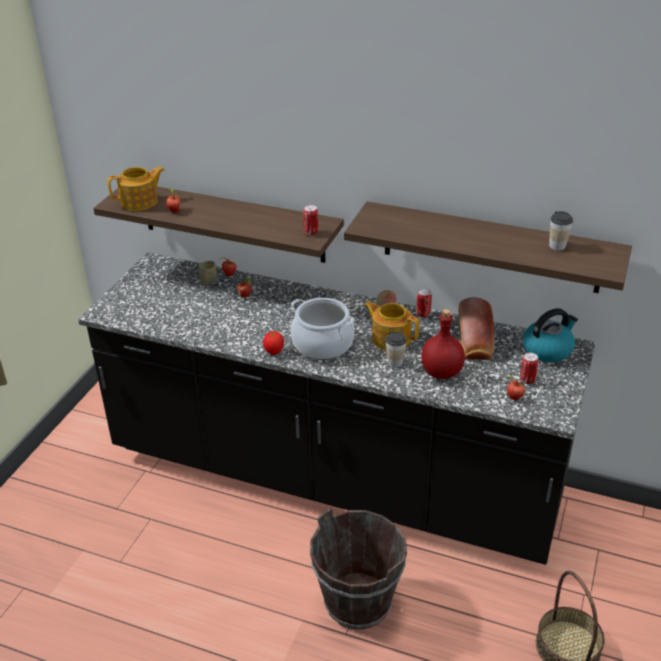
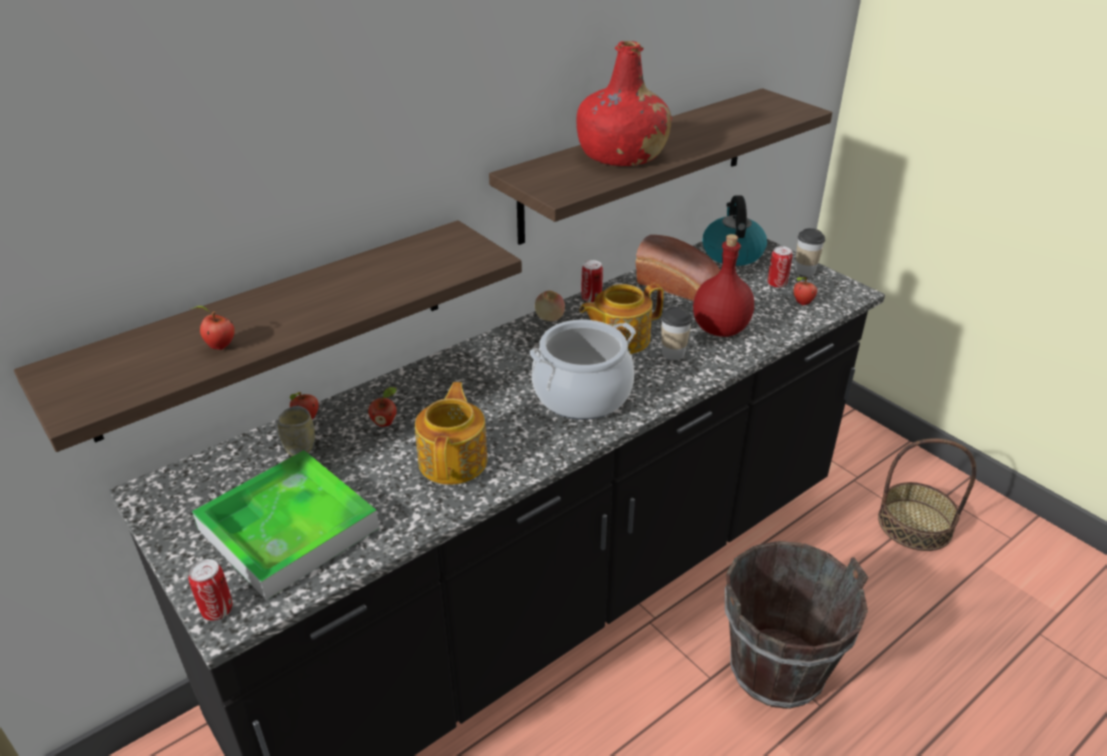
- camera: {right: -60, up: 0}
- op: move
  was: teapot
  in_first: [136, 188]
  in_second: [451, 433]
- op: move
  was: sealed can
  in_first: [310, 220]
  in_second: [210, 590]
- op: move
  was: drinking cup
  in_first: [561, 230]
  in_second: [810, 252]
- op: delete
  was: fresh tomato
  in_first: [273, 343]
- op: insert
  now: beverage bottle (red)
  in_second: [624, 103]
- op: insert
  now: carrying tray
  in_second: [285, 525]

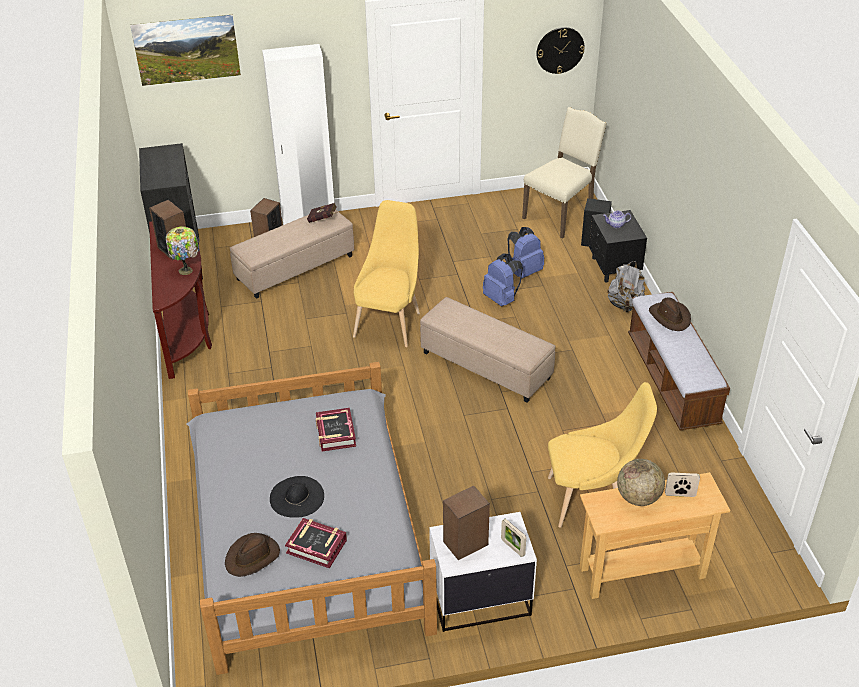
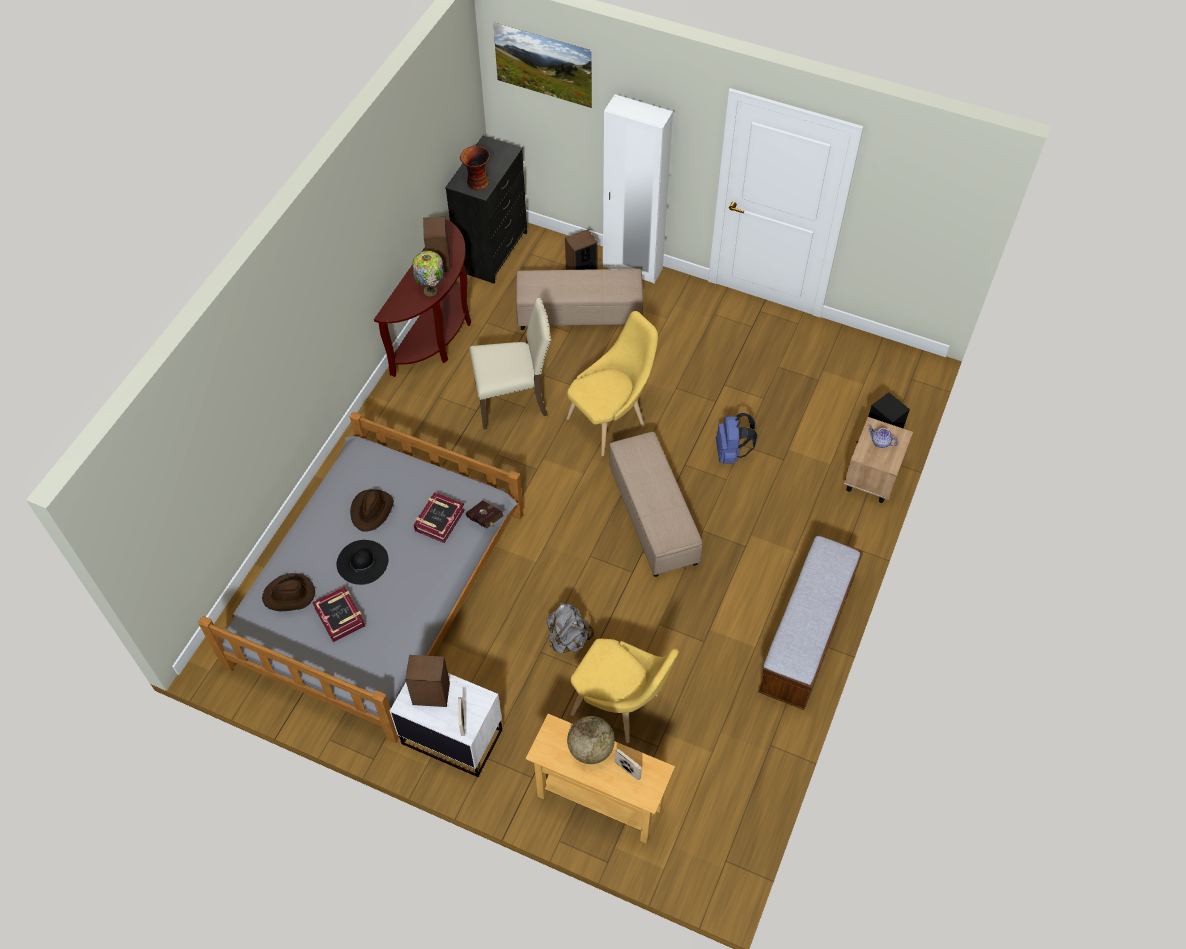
- camera: {right: 35, up: 15}
- op: delete
  was: wall clock
  in_first: [560, 50]
- op: move
  was: plain chair (beige-coloured)
  in_first: [564, 173]
  in_second: [510, 364]
- op: move
  was: bound book (red)
  in_first: [322, 213]
  in_second: [485, 514]
- op: recolor
  was: nightstand (blackish)
  now: nightstand (beige-coloured)
  in_first: [618, 246]
  in_second: [878, 460]
- op: delete
  was: knapsack (bluish)
  in_first: [525, 252]
- op: move
  was: knapsack (grey)
  in_first: [626, 286]
  in_second: [570, 628]
- op: move
  was: hat (brown-coloured)
  in_first: [670, 314]
  in_second: [372, 510]
- op: insert
  now: decorative vase
  in_second: [475, 168]

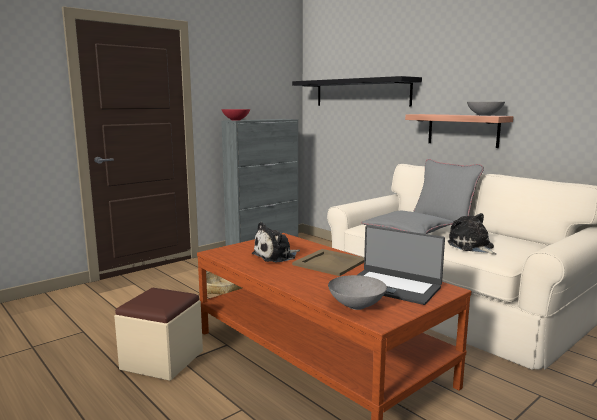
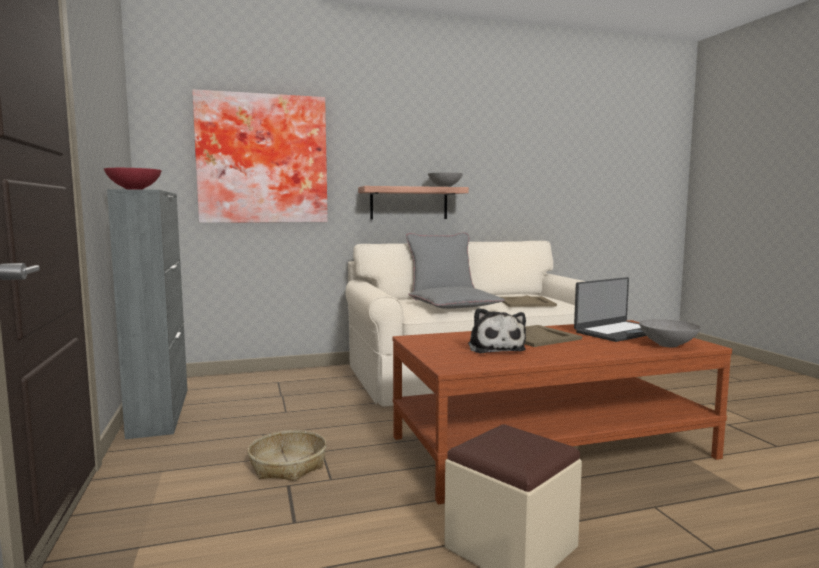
- camera: {right: -65, up: -5}
- op: replace
  was: shelf (blackish)
  now: picture
  in_first: [357, 91]
  in_second: [260, 156]
- op: replace
  was: soft toy
  now: carrying tray (beige-coloured)
  in_first: [472, 234]
  in_second: [529, 301]

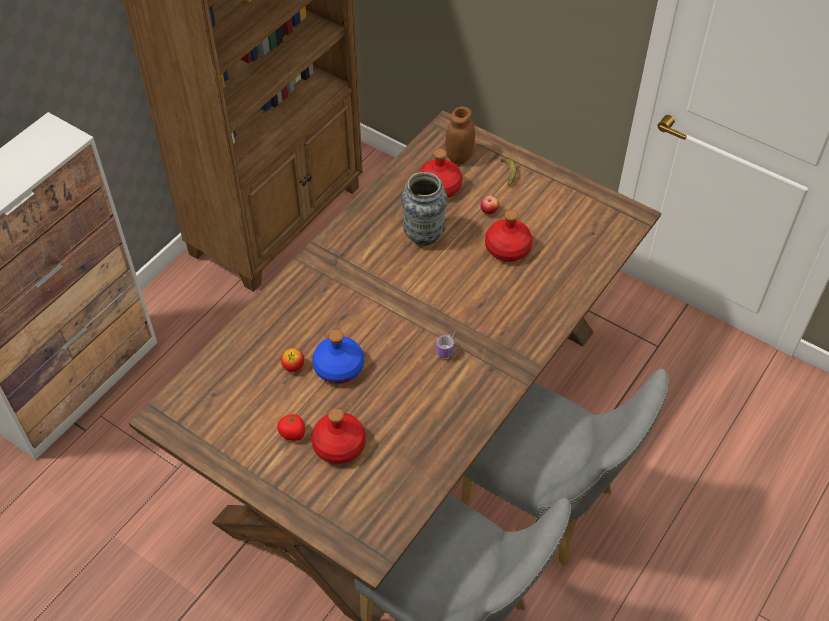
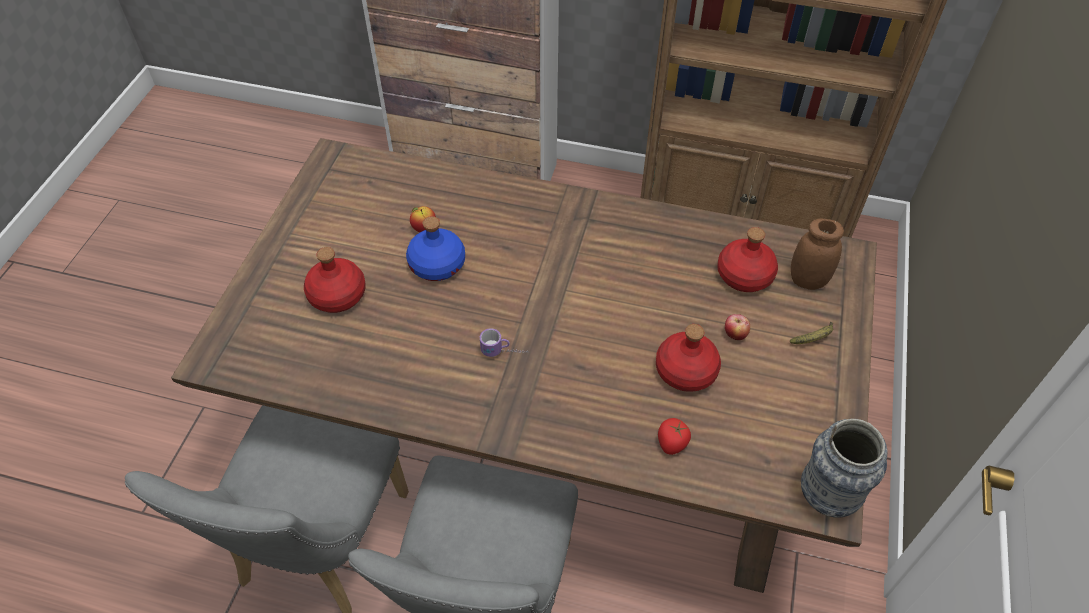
- camera: {right: 70, up: 0}
- op: move
  was: decorative vase
  in_first: [424, 209]
  in_second: [844, 468]
- op: move
  was: fresh tomato
  in_first: [291, 427]
  in_second: [674, 436]

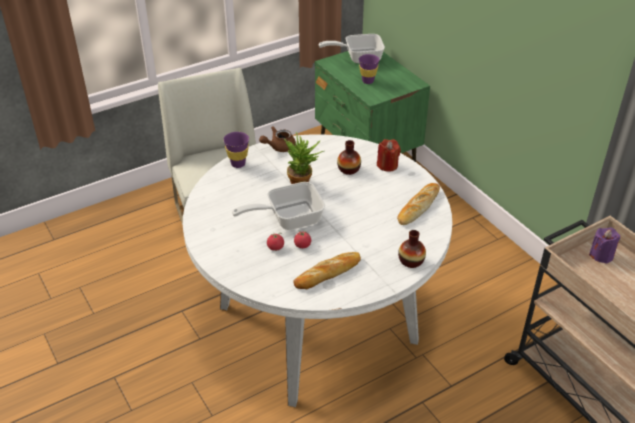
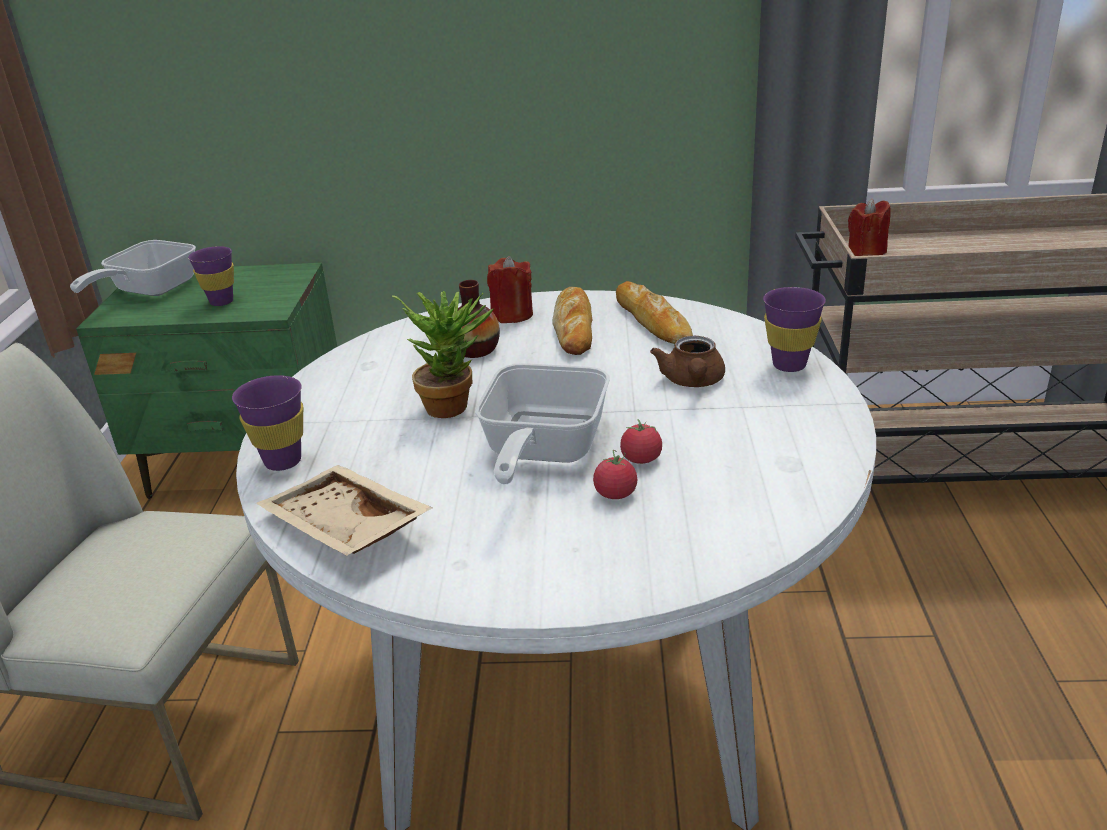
- camera: {right: -55, up: -10}
- op: move
  was: teapot (brown-coloured)
  in_first: [277, 139]
  in_second: [687, 361]
- op: recolor
  was: wax candle (purple-coloured)
  now: wax candle (red)
  in_first: [604, 246]
  in_second: [869, 227]
- op: replace
  was: decorative vase
  now: drinking cup (purple-coloured)
  in_first: [412, 249]
  in_second: [794, 329]
- op: move
  was: bread
  in_first: [327, 270]
  in_second: [572, 321]
- op: insert
  now: carrying tray (beige-coloured)
  in_second: [344, 510]

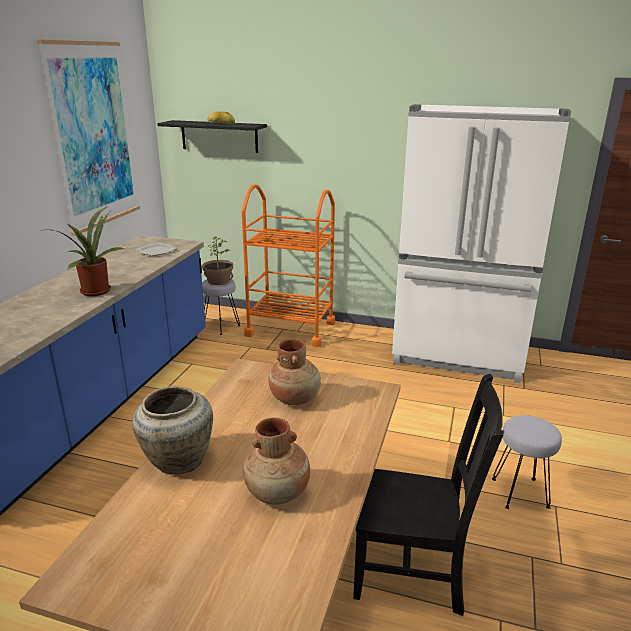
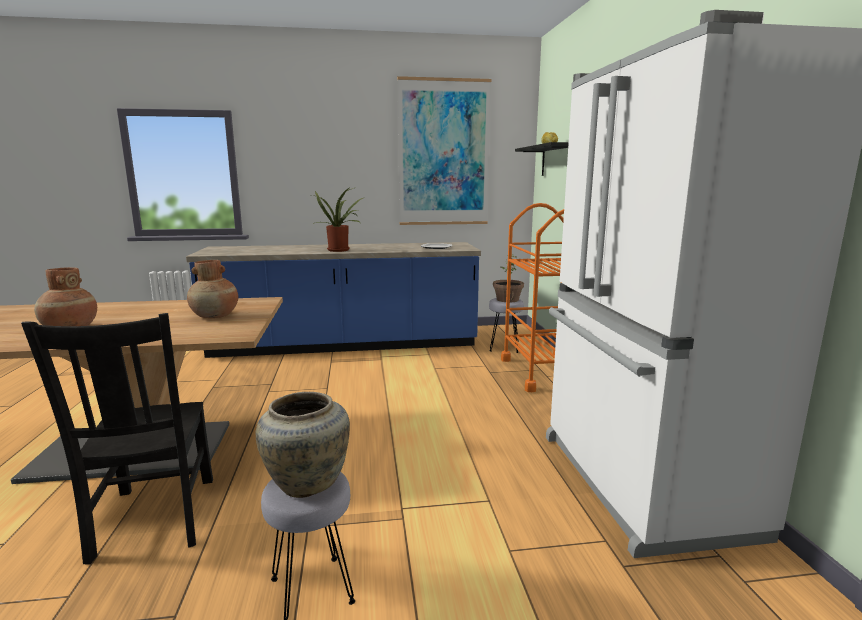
- camera: {right: 65, up: -10}
- op: move
  was: decorative vase (beige-coloured)
  in_first: [172, 430]
  in_second: [303, 445]

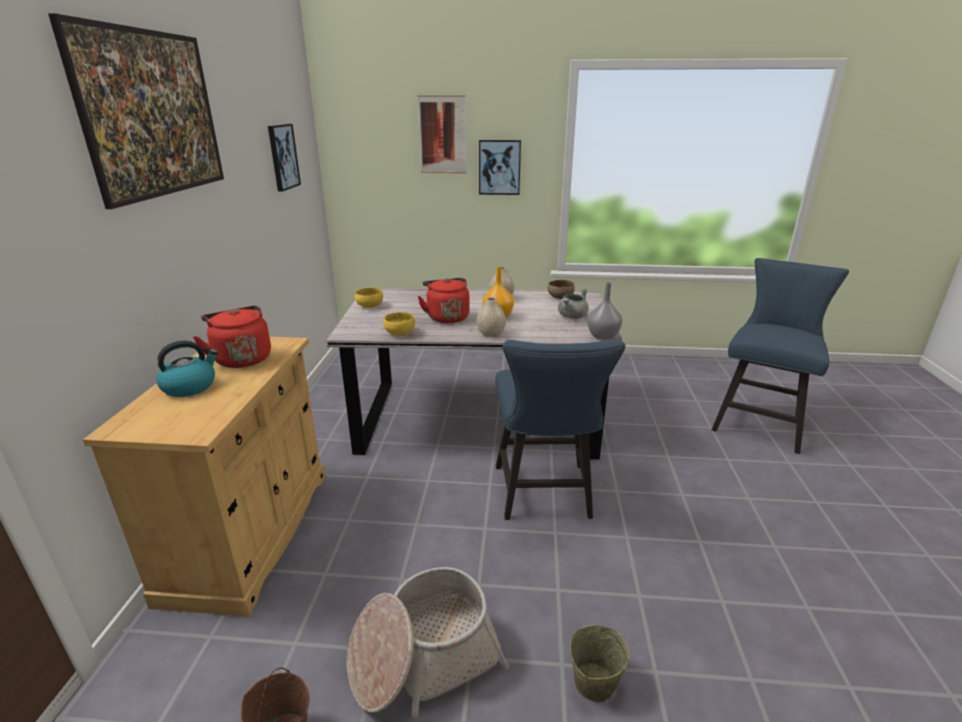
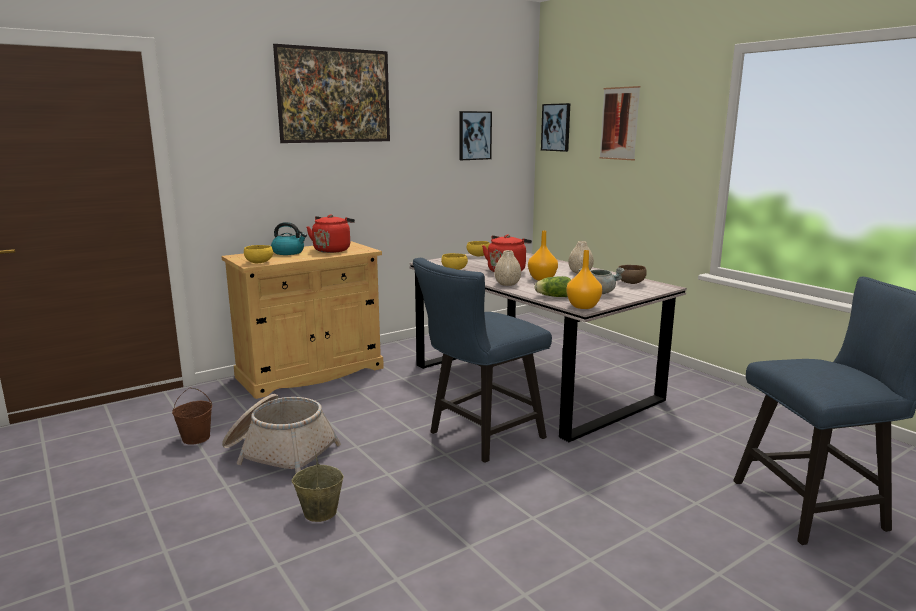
- camera: {right: 50, up: -10}
- op: move
  was: picture
  in_first: [500, 167]
  in_second: [555, 127]
- op: recolor
  was: decorative vase (grey)
  now: decorative vase (orange)
  in_first: [604, 311]
  in_second: [584, 279]
- op: insert
  now: serving bowl (yellow-coloured)
  in_second: [258, 254]
- op: insert
  now: head of lettuce
  in_second: [552, 286]

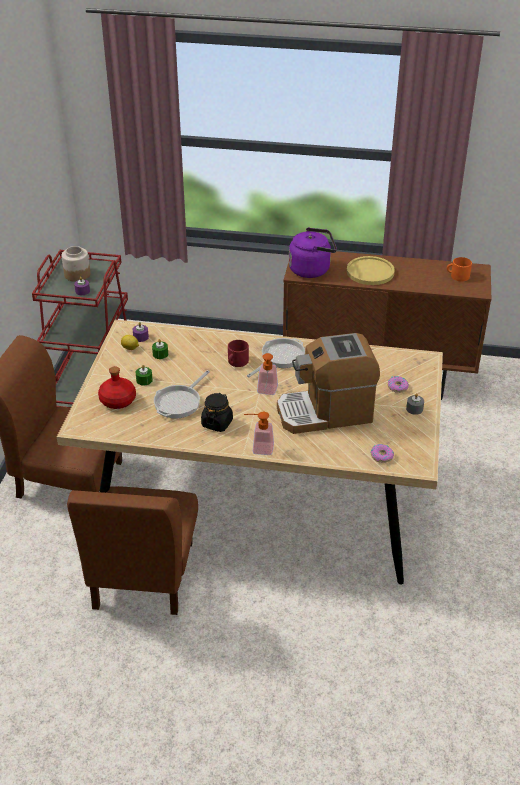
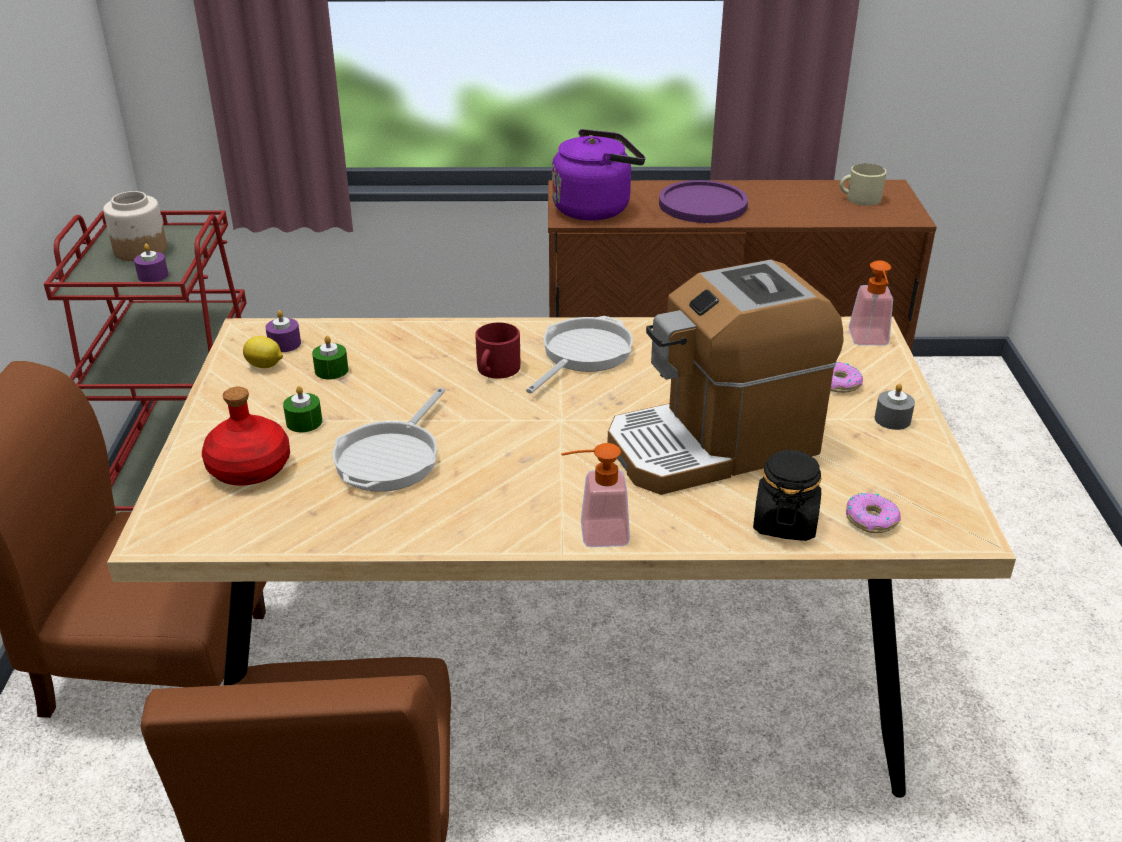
- camera: {right: -10, up: -5}
- op: recolor
  was: flat dish (yellow-coloured)
  now: flat dish (purple-coloured)
  in_first: [371, 270]
  in_second: [703, 201]
- op: recolor
  was: tea mug (orange)
  now: tea mug (beige-coloured)
  in_first: [459, 269]
  in_second: [863, 185]
- op: move
  was: soap bottle
  in_first: [267, 374]
  in_second: [870, 302]
- op: move
  was: storage jar (blackish)
  in_first: [217, 412]
  in_second: [787, 495]

